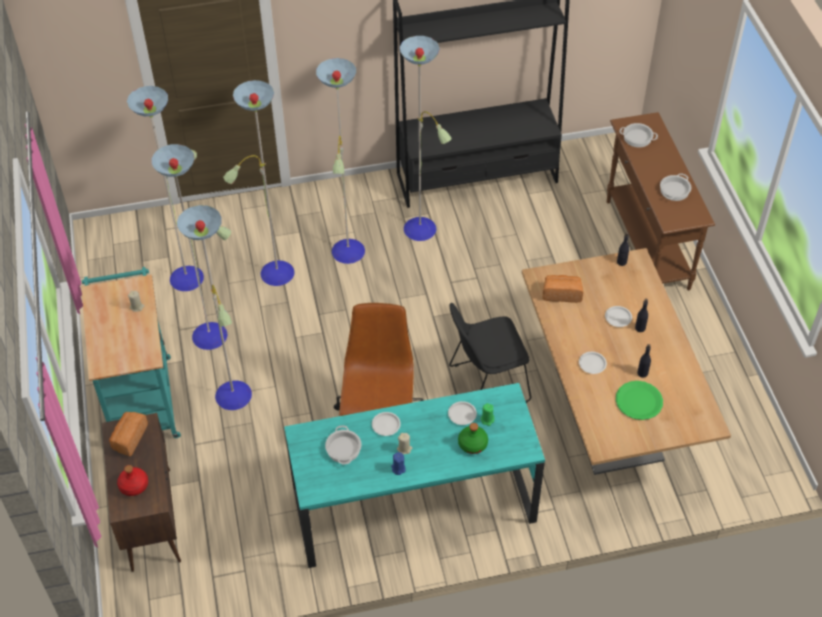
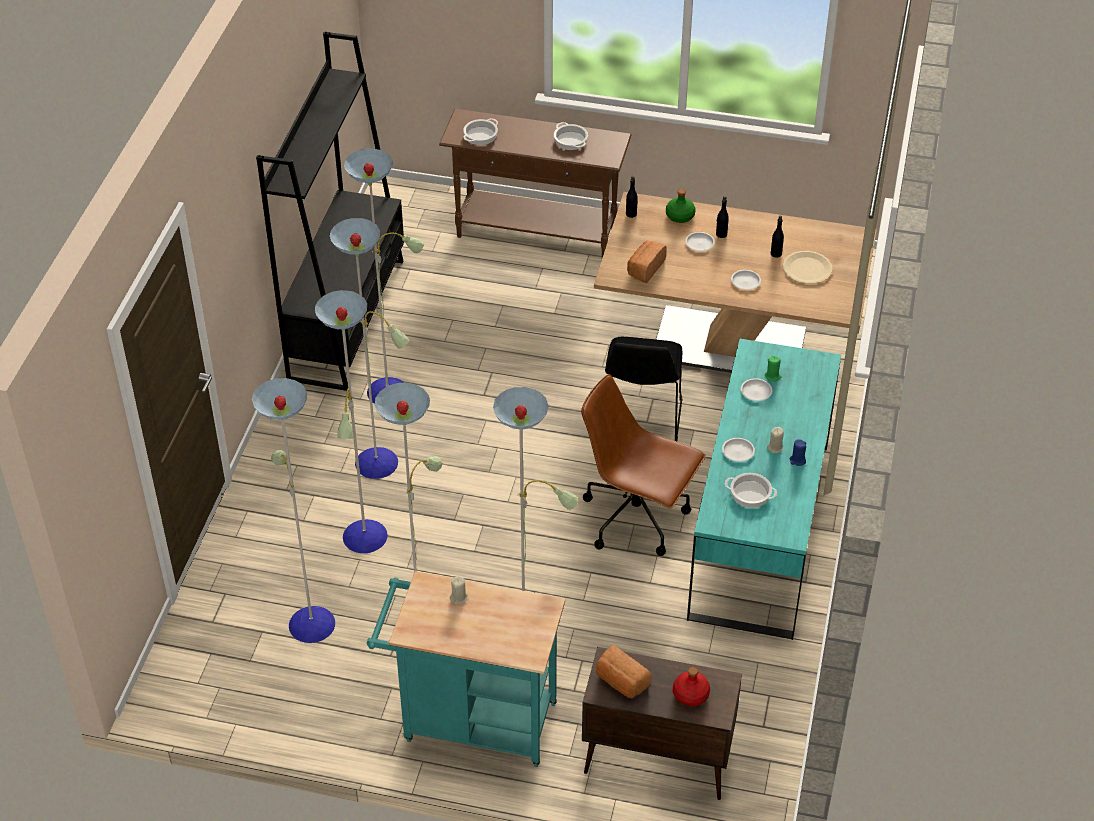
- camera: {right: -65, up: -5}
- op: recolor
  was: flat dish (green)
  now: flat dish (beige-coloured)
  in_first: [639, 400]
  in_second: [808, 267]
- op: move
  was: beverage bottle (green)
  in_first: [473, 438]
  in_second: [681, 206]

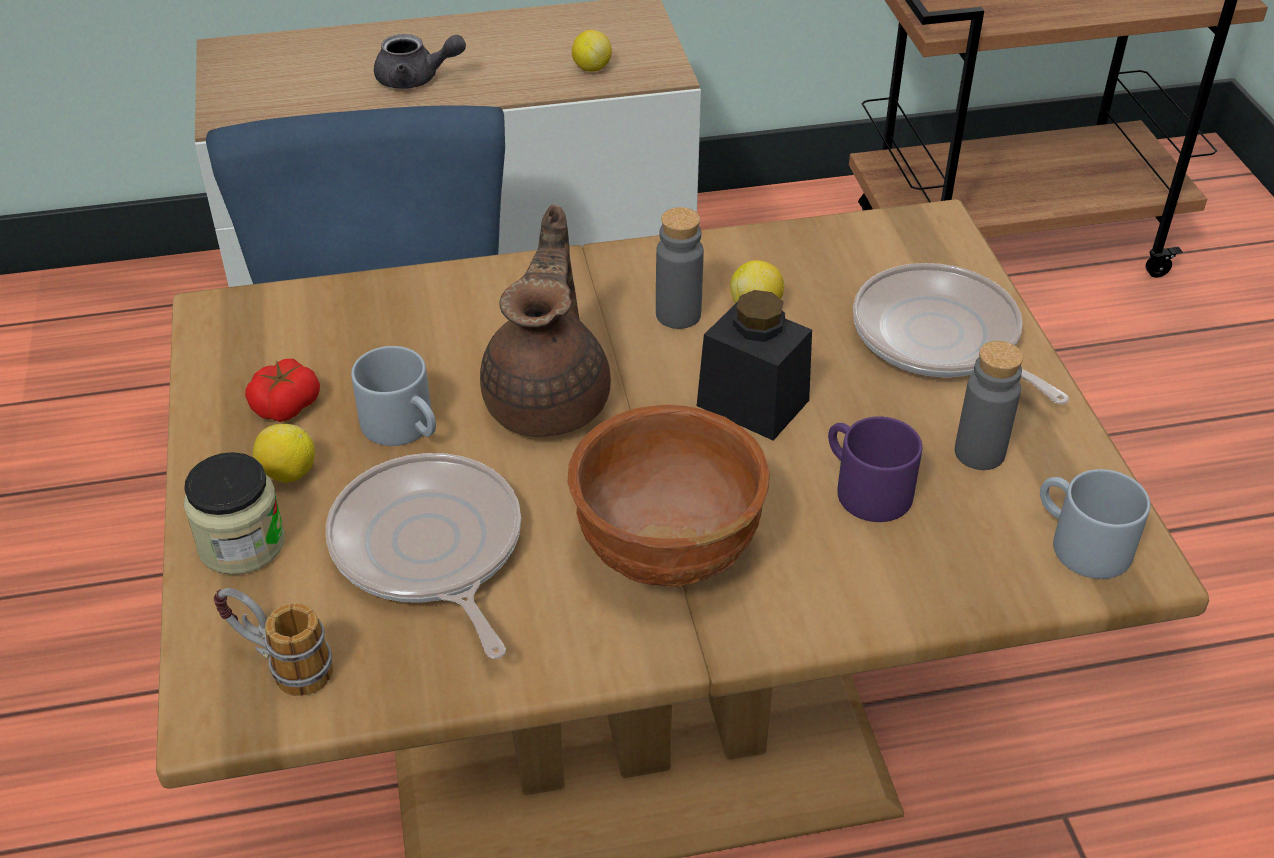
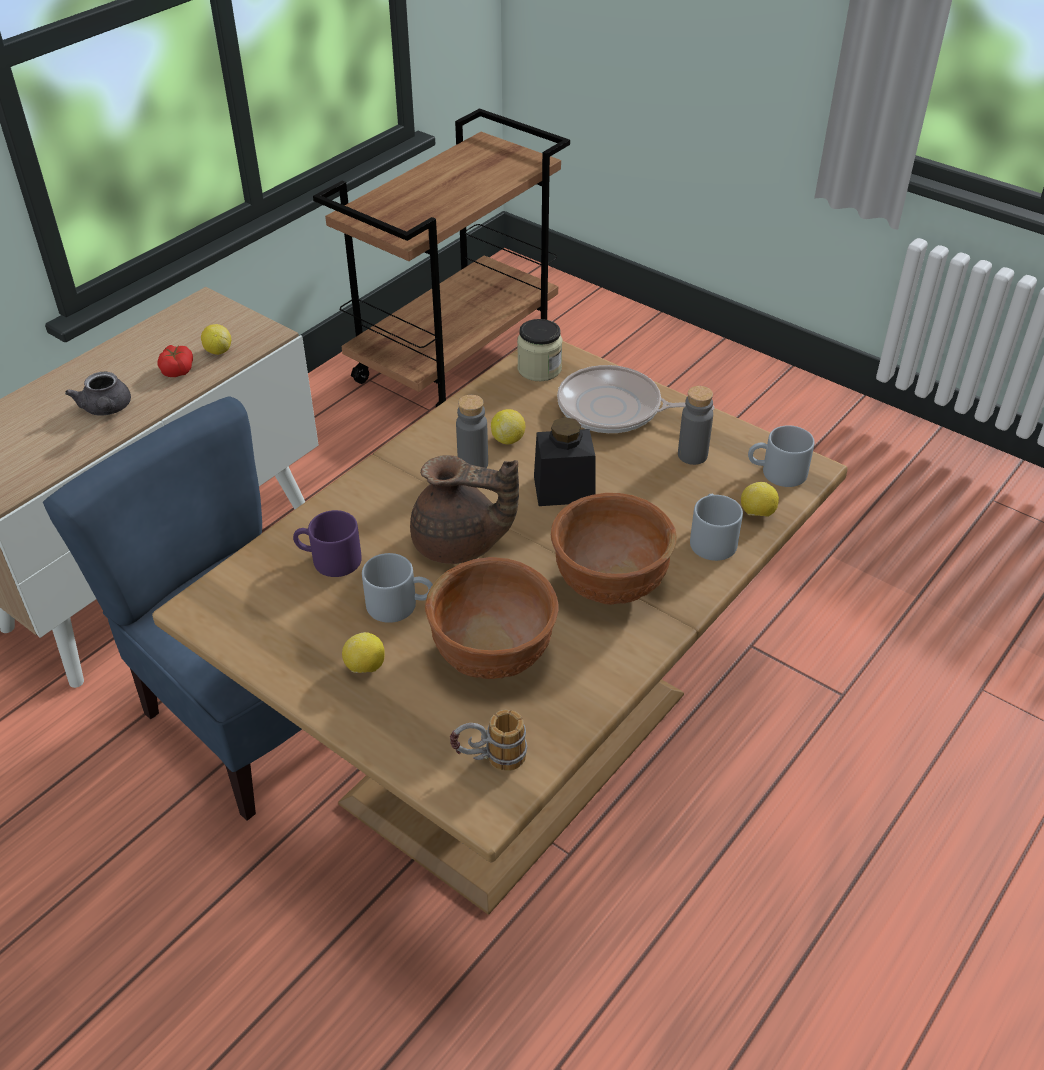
- camera: {right: -40, up: 0}
- op: rotate
  was: teapot (grey)
  in_first: [420, 61]
  in_second: [98, 393]
  clockwise: 105
- op: rotate
  was: teapot (brown-coloured)
  in_first: [545, 321]
  in_second: [464, 509]
  clockwise: 135
- op: move
  was: fresh tomato
  in_first: [282, 390]
  in_second: [175, 361]
- op: move
  was: tea mug (purple-coloured)
  in_first: [875, 469]
  in_second: [327, 543]
- op: move
  was: storage jar
  in_first: [234, 513]
  in_second: [540, 350]
- op: replace
  was: skillet
  now: serving bowl (brown-coloured)
  in_first: [423, 556]
  in_second: [492, 618]
- op: insert
  now: whole lemon
  in_second: [760, 499]
- op: insert
  now: tea mug (grey)
  in_second: [716, 527]

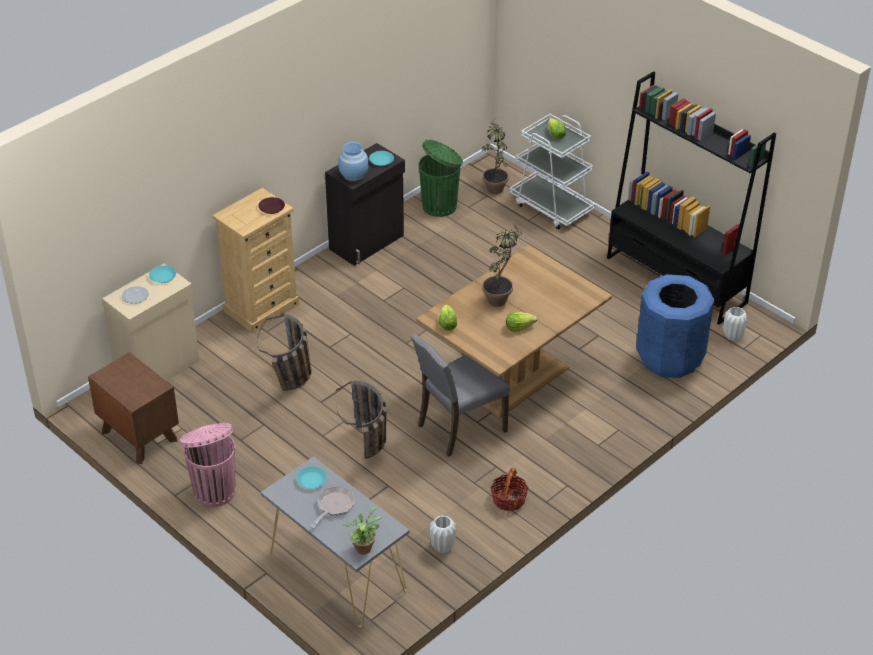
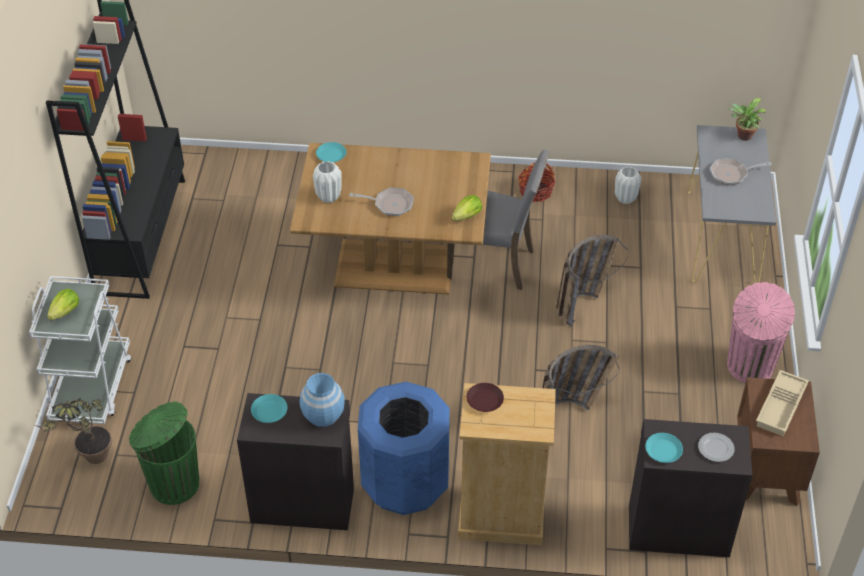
- camera: {right: -130, up: 5}
- op: replace
  was: plant in a pot
  now: skillet
  in_first: [502, 266]
  in_second: [381, 202]
- op: recolor
  was: storage cabinet (beige-coloured)
  now: storage cabinet (blackish)
  in_first: [151, 322]
  in_second: [690, 488]
- op: move
  was: waste bin (bluish)
  in_first: [675, 326]
  in_second: [404, 448]
- op: move
  was: decorative vase (white)
  in_first: [735, 324]
  in_second: [327, 182]
- op: delete
  was: head of lettuce
  in_first: [521, 322]
- op: move
  was: flat dish (blue-green)
  in_first: [311, 478]
  in_second: [331, 152]
- op: insert
  now: carrying tray (beige-coloured)
  in_second: [782, 403]

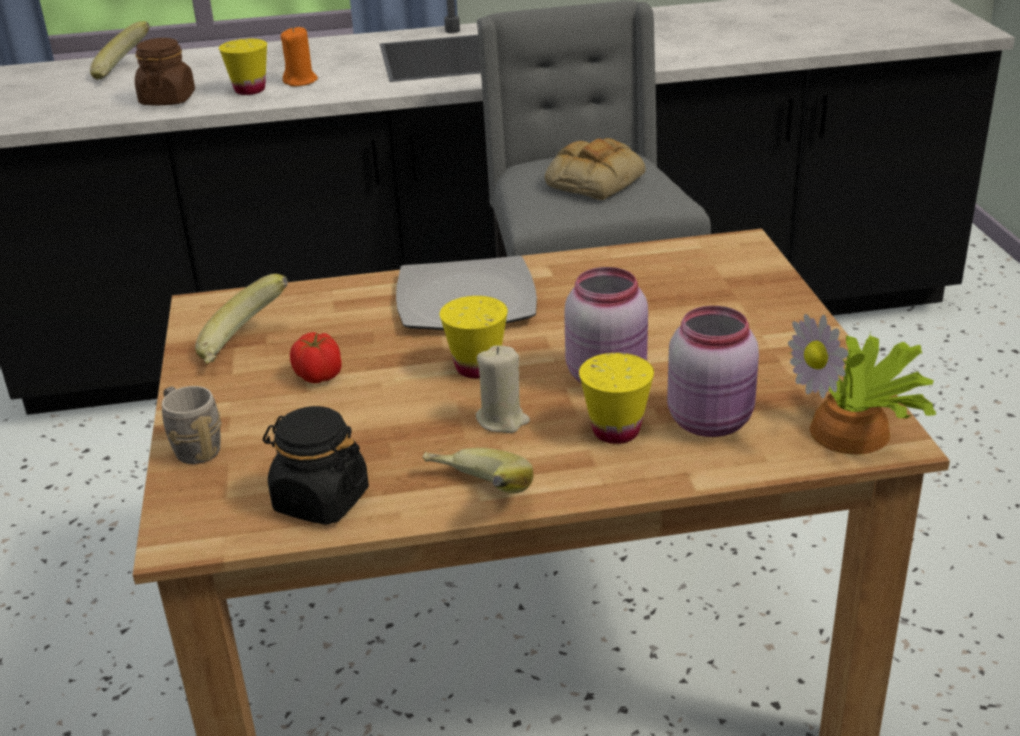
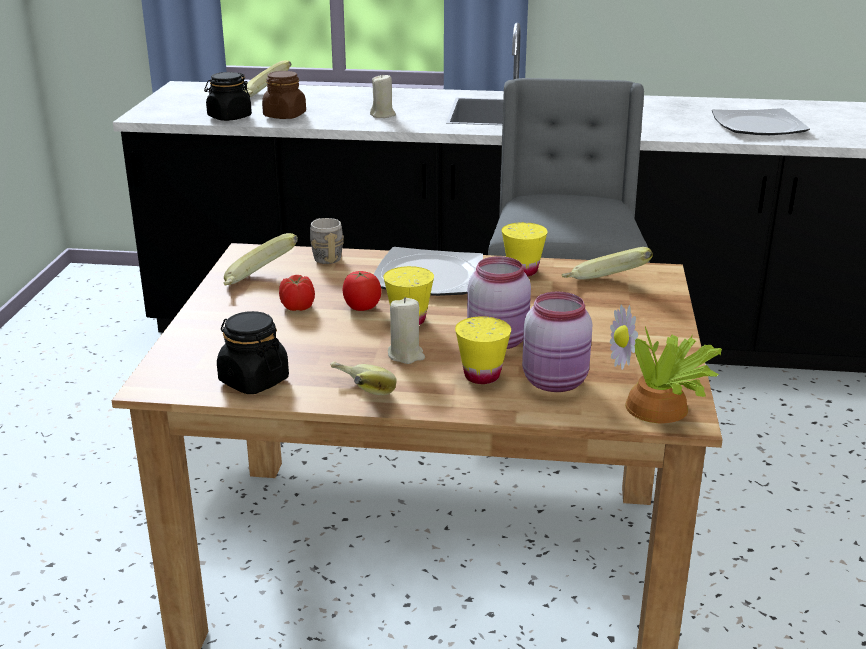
- camera: {right: 15, up: -5}
- op: recolor
  was: wax candle (orange)
  now: wax candle (beige-coloured)
  in_first: [299, 56]
  in_second: [383, 96]
- op: move
  was: drinking cup (yellow-coloured)
  in_first: [243, 67]
  in_second: [525, 249]
- op: delete
  was: bread
  in_first: [595, 169]
- op: move
  was: tea mug (grey)
  in_first: [192, 425]
  in_second: [327, 241]
- op: insert
  now: storage jar (blackish)
  in_second: [228, 96]
- op: insert
  now: flat dish
  in_second: [761, 121]
- op: insert
  now: whole banana
  in_second: [607, 263]
- op: insert
  now: fresh tomato
  in_second: [362, 291]

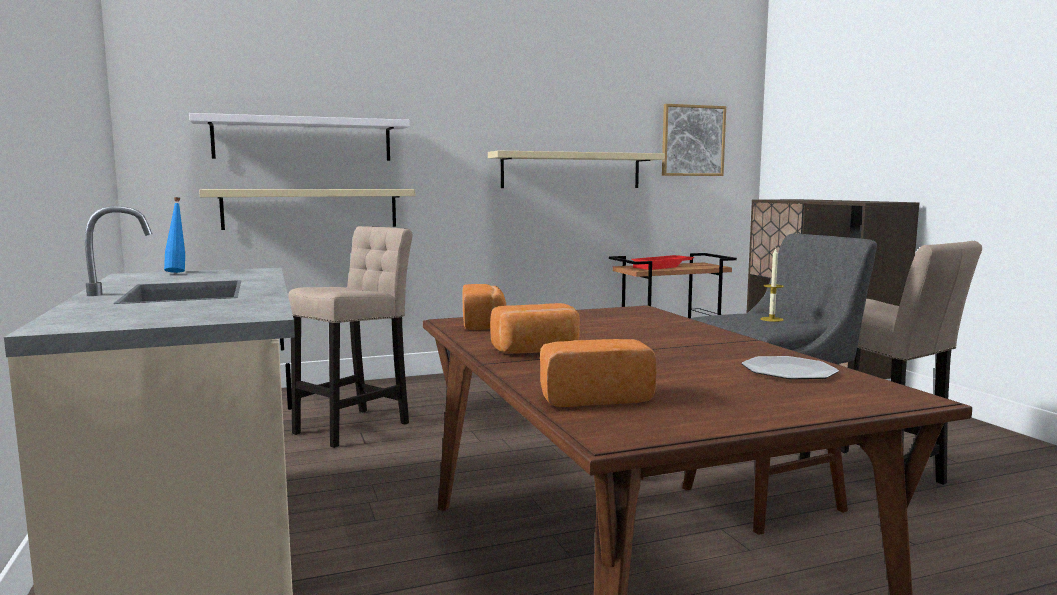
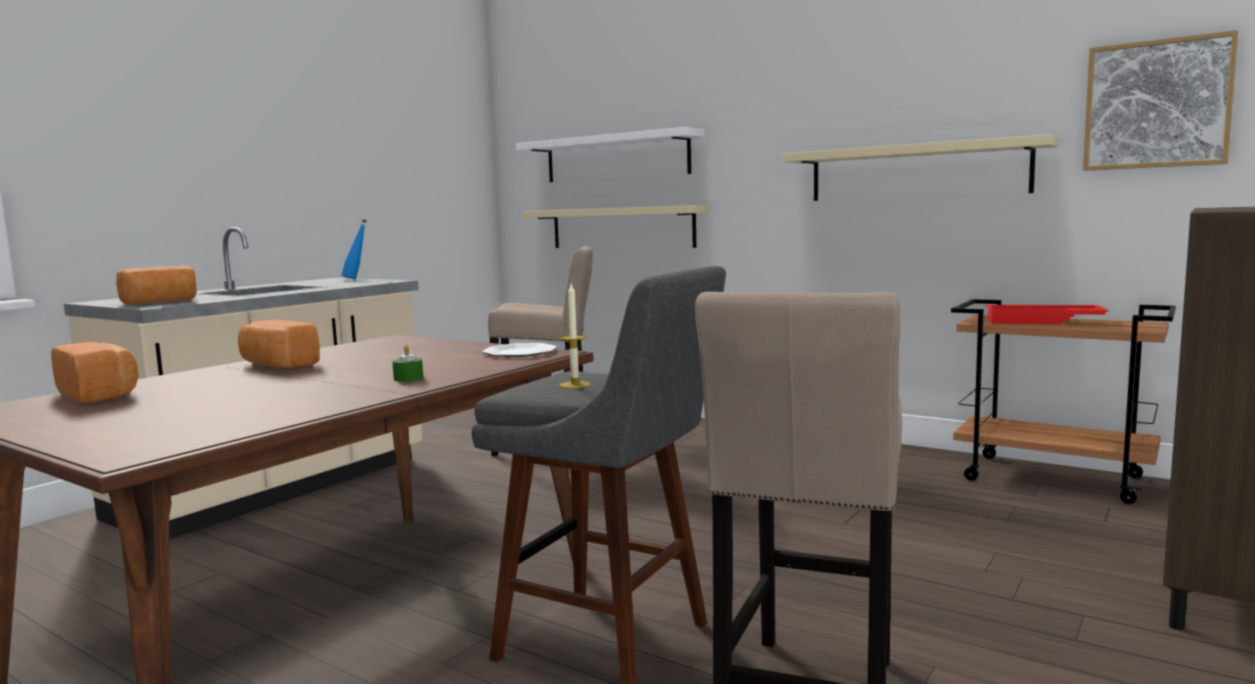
- camera: {right: 55, up: 0}
- op: move
  was: bread
  in_first: [484, 307]
  in_second: [156, 285]
- op: move
  was: flat dish
  in_first: [790, 367]
  in_second: [519, 350]
- op: insert
  now: wax candle (green)
  in_second: [407, 363]

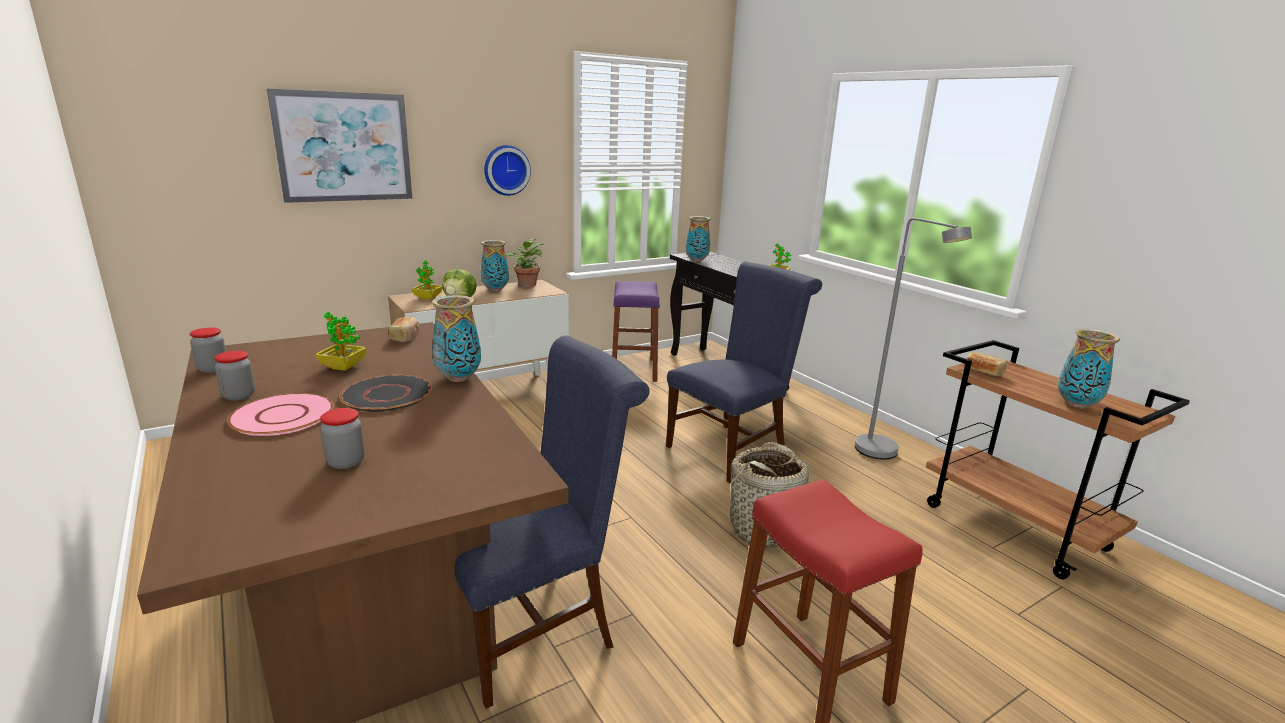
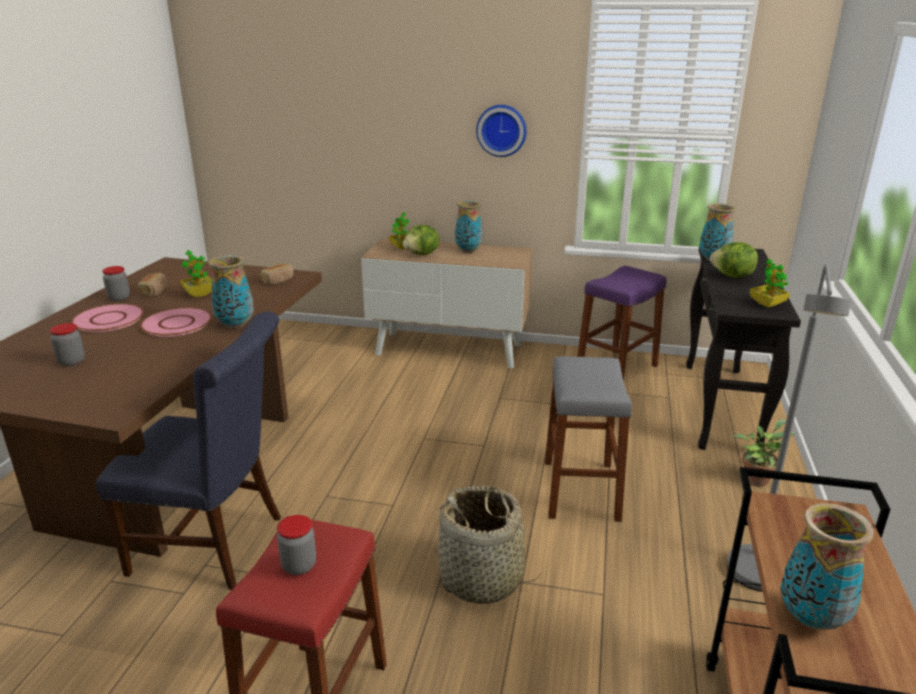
- camera: {right: 45, up: 5}
- op: delete
  was: picture
  in_first: [339, 146]
- op: move
  was: plant in a pot
  in_first: [525, 262]
  in_second: [764, 453]
- op: replace
  was: plain chair (bluish)
  now: sitting stool (grey)
  in_first: [744, 372]
  in_second: [588, 439]
- op: move
  was: storage jar
  in_first: [208, 350]
  in_second: [297, 545]
- op: move
  was: bread
  in_first: [986, 364]
  in_second: [152, 285]
- op: recolor
  was: flat dish (blackish)
  now: flat dish (pink)
  in_first: [385, 393]
  in_second: [176, 322]
- op: insert
  now: head of lettuce
  in_second: [734, 260]

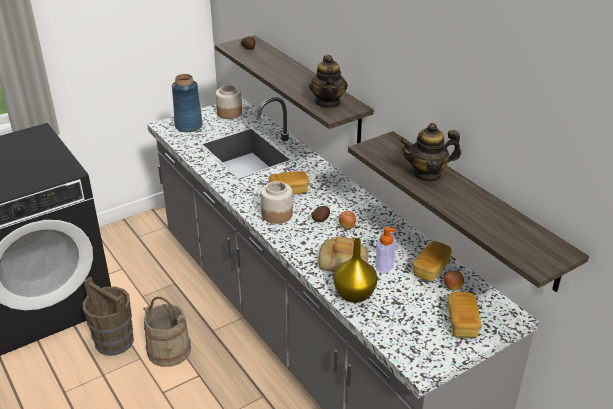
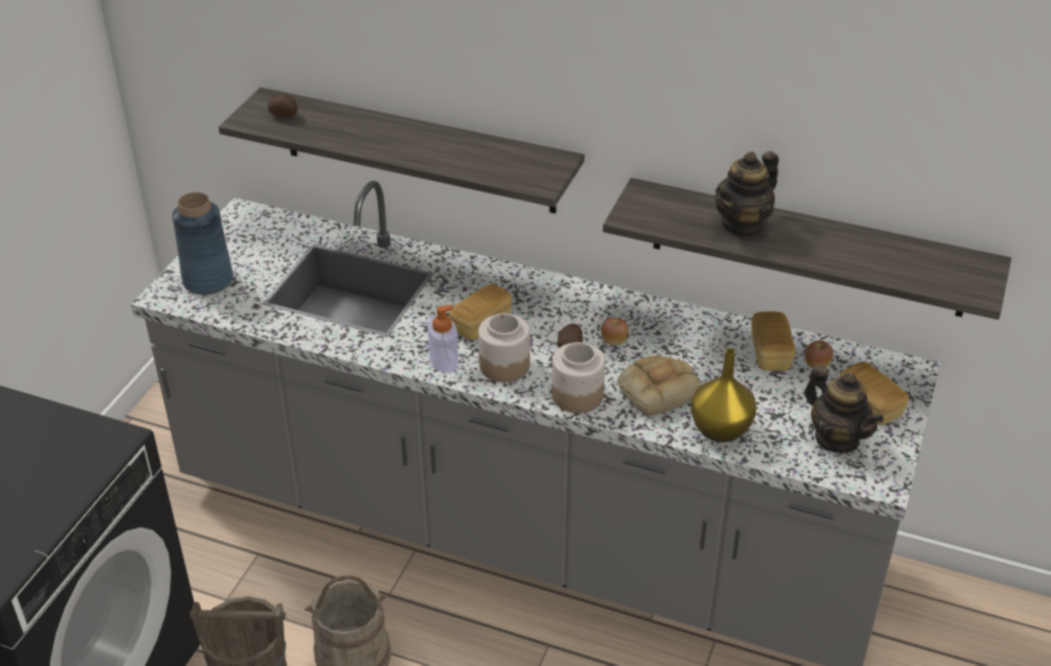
- camera: {right: -35, up: 5}
- op: move
  was: teapot
  in_first: [328, 81]
  in_second: [844, 409]
- op: move
  was: storage jar
  in_first: [229, 102]
  in_second: [578, 377]
- op: move
  was: soap bottle
  in_first: [385, 250]
  in_second: [443, 339]

